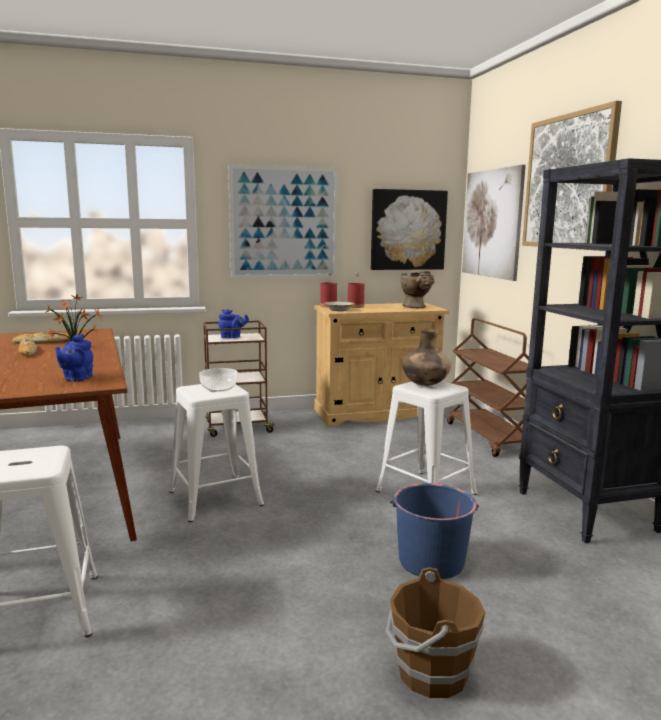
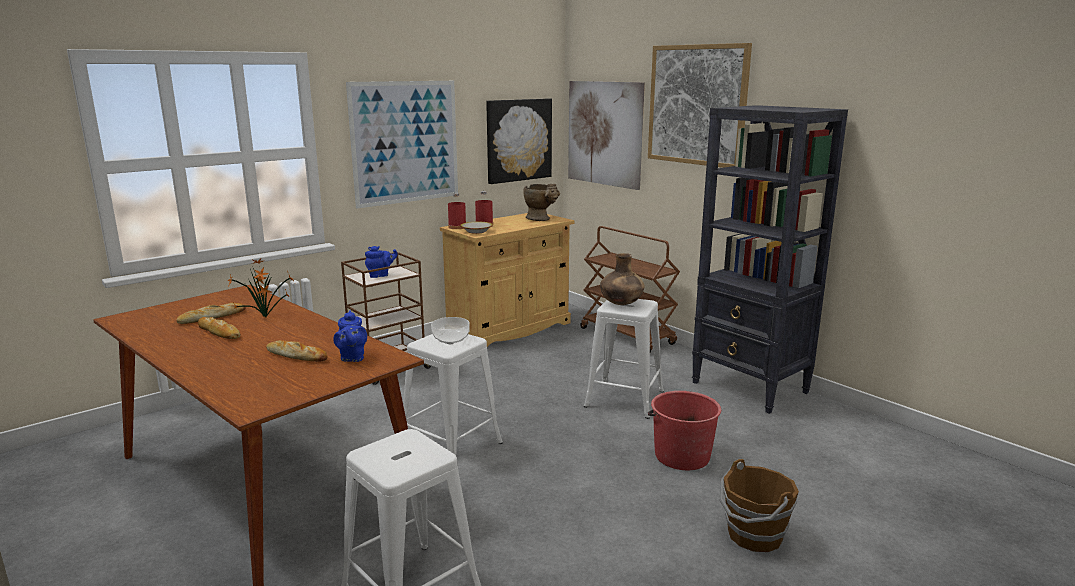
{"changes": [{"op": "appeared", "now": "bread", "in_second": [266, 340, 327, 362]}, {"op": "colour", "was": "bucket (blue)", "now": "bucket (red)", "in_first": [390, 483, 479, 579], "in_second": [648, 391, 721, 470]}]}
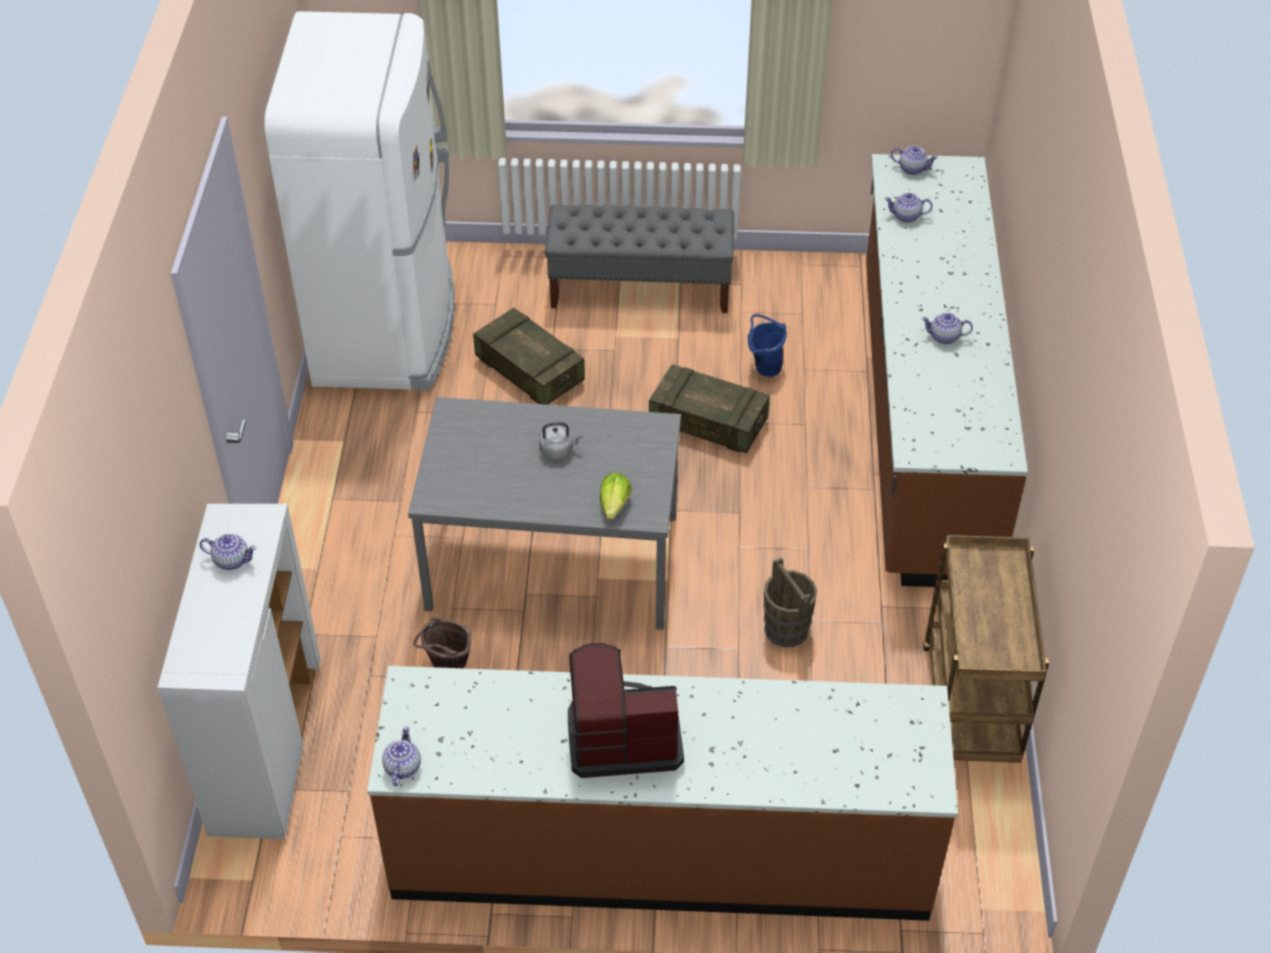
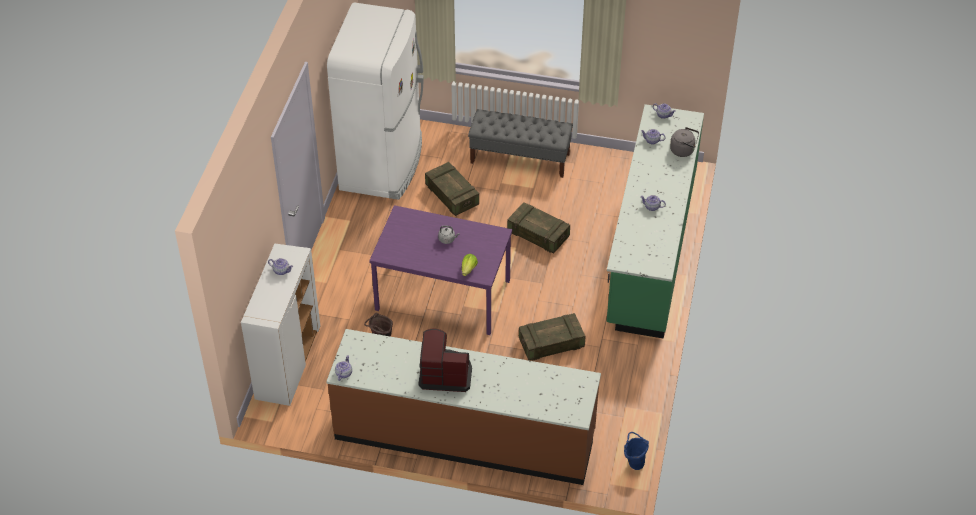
{"changes": [{"op": "colour", "was": "dining table (grey)", "now": "dining table (purple)", "in_first": [408, 397, 681, 630], "in_second": [369, 205, 512, 335]}, {"op": "exchanged", "was": "bucket (brown)", "now": "crate", "in_first": [763, 557, 817, 647], "in_second": [519, 313, 585, 361]}, {"op": "colour", "was": "counter (brown)", "now": "counter (green)", "in_first": [866, 154, 1028, 587], "in_second": [607, 104, 704, 339]}, {"op": "relocated", "was": "bucket (blue)", "in_first": [748, 314, 787, 377], "in_second": [624, 432, 649, 470]}, {"op": "appeared", "now": "kettle (grey)", "in_second": [670, 127, 699, 157]}, {"op": "missing", "was": "cart (brown)", "in_first": [923, 535, 1049, 763]}]}
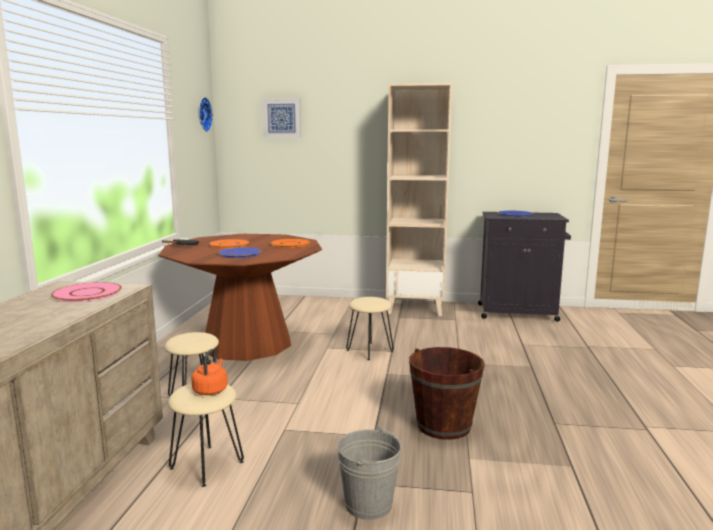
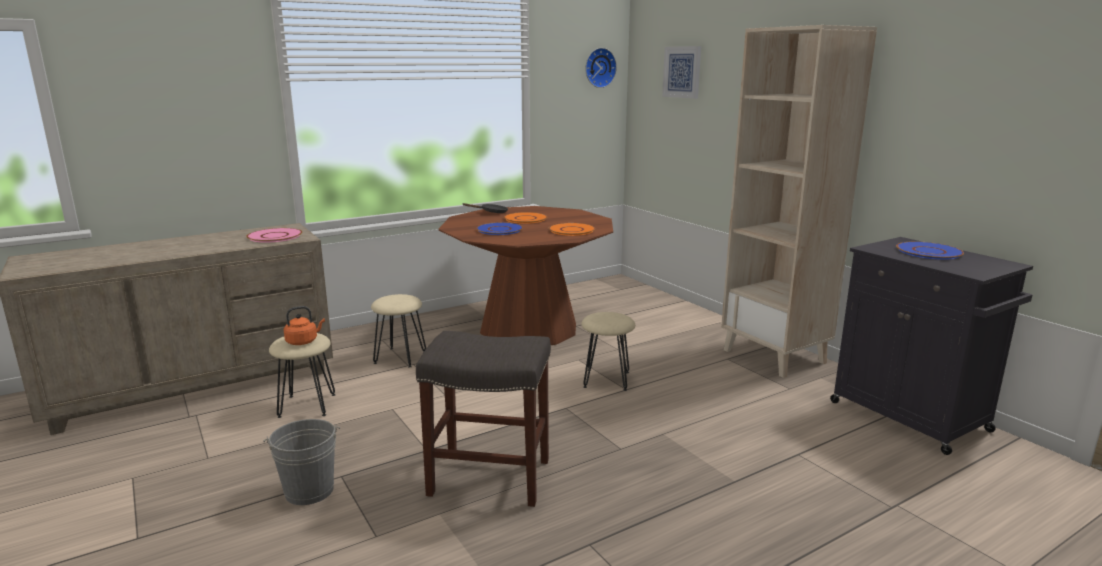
{"changes": [{"op": "exchanged", "was": "bucket (brown)", "now": "stool (grey)", "in_first": [409, 347, 485, 440], "in_second": [416, 331, 551, 507]}]}
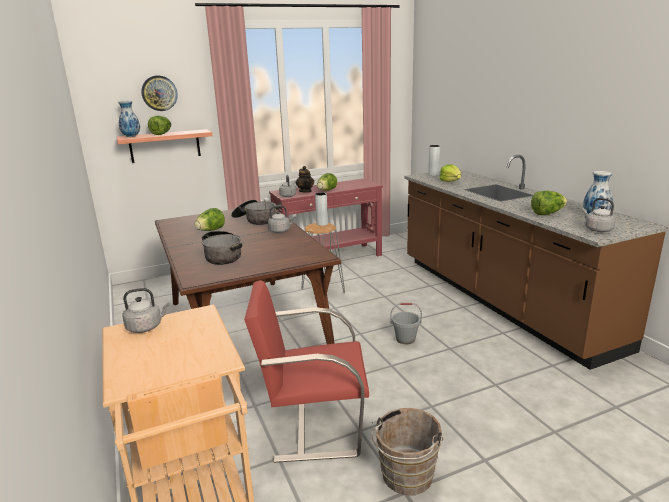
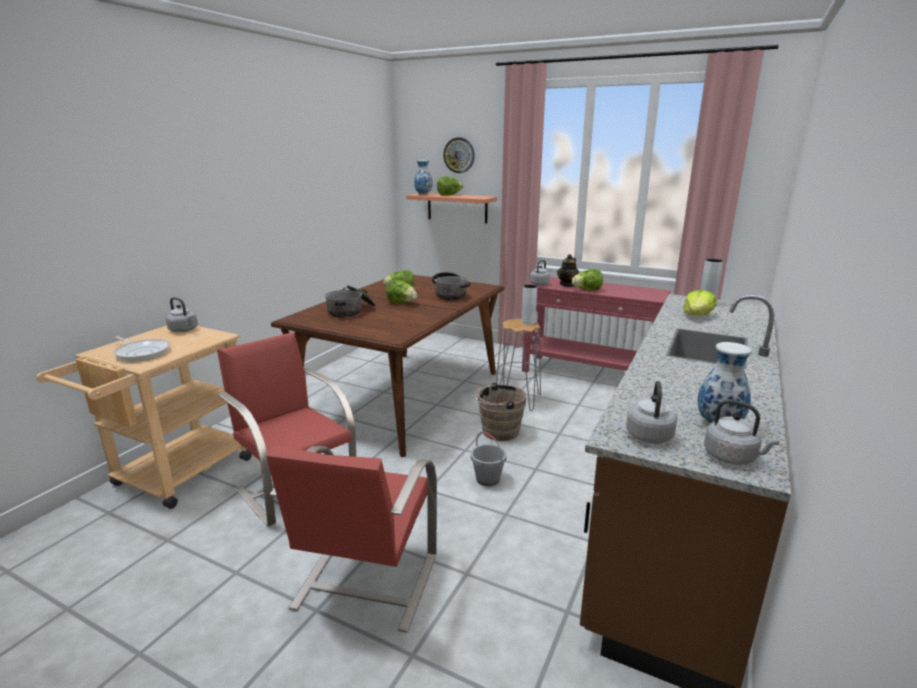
{"changes": [{"op": "appeared", "now": "frying pan", "in_second": [113, 336, 171, 361]}, {"op": "appeared", "now": "chair (red)", "in_second": [266, 445, 437, 633]}, {"op": "relocated", "was": "lettuce", "in_first": [531, 191, 567, 215], "in_second": [386, 279, 417, 303]}, {"op": "relocated", "was": "bucket (brown)", "in_first": [371, 408, 443, 495], "in_second": [471, 383, 527, 441]}, {"op": "relocated", "was": "kettle (grey)", "in_first": [268, 205, 296, 233], "in_second": [704, 400, 780, 465]}]}
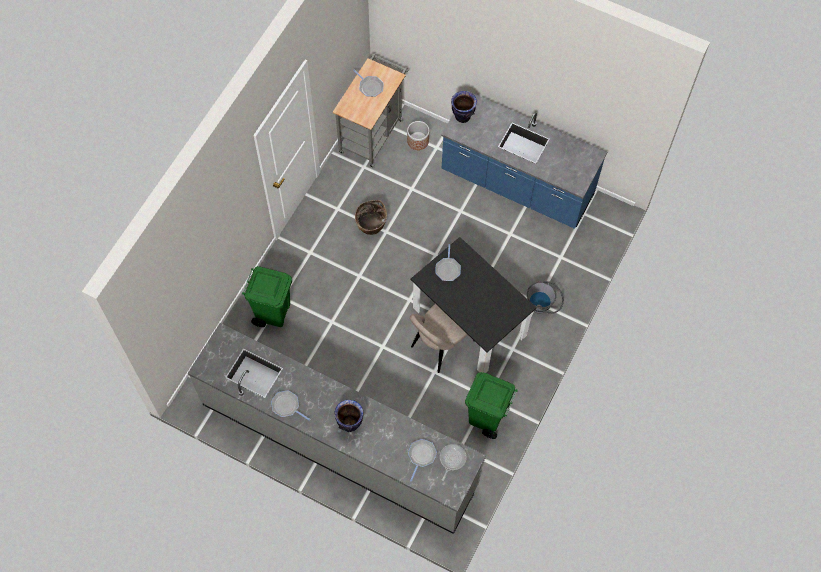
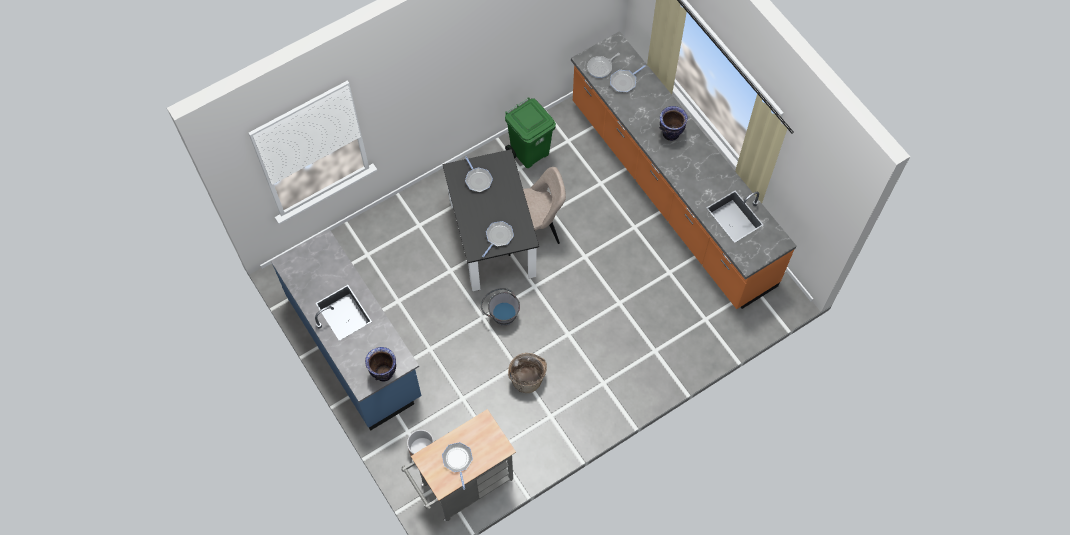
{"changes": [{"op": "relocated", "was": "frying pan", "in_first": [271, 390, 311, 421], "in_second": [465, 156, 493, 192]}, {"op": "relocated", "was": "bucket (grey)", "in_first": [527, 281, 564, 314], "in_second": [481, 288, 520, 326]}, {"op": "colour", "was": "counter (grey)", "now": "counter (orange)", "in_first": [188, 323, 486, 534], "in_second": [571, 31, 797, 309]}, {"op": "missing", "was": "trash can (green)", "in_first": [242, 266, 292, 327]}]}
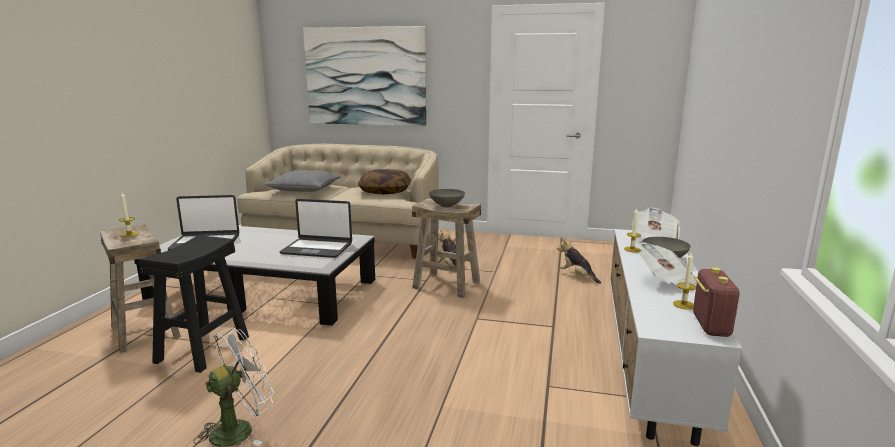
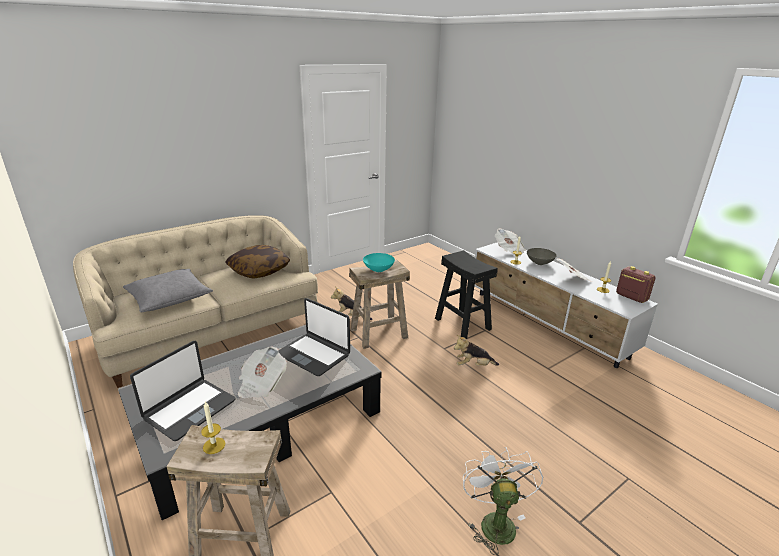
{"changes": [{"op": "appeared", "now": "newspaper", "in_second": [238, 347, 287, 398]}, {"op": "spun", "was": "laptop", "in_first": [280, 199, 352, 258], "in_second": [278, 298, 350, 376], "clockwise": 75}, {"op": "colour", "was": "bowl (grey)", "now": "bowl (turquoise)", "in_first": [429, 189, 465, 207], "in_second": [363, 253, 395, 272]}, {"op": "relocated", "was": "stool (black)", "in_first": [139, 235, 249, 373], "in_second": [435, 250, 498, 339]}, {"op": "relocated", "was": "plush toy", "in_first": [557, 237, 601, 284], "in_second": [454, 335, 499, 366]}, {"op": "missing", "was": "picture", "in_first": [303, 26, 426, 126]}]}
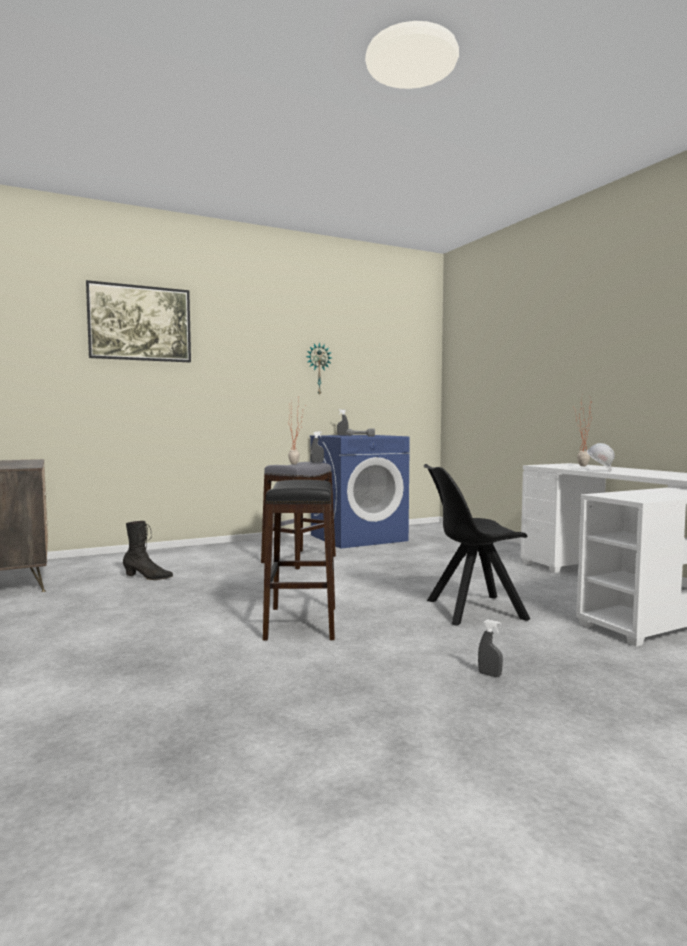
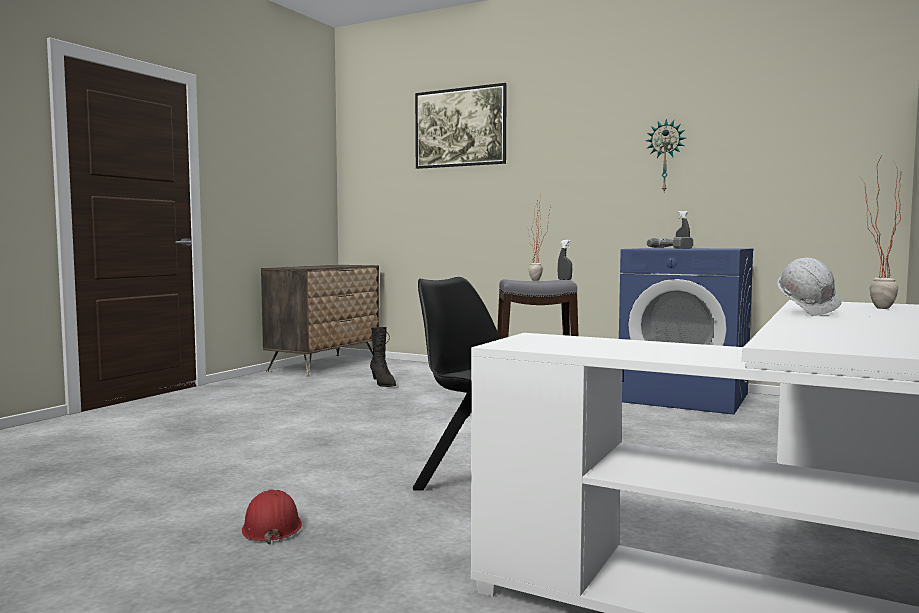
{"changes": [{"op": "exchanged", "was": "spray bottle (grey)", "now": "hard hat (red)", "in_first": [478, 619, 503, 677], "in_second": [242, 490, 302, 545]}, {"op": "missing", "was": "stool (black)", "in_first": [263, 480, 335, 640]}]}
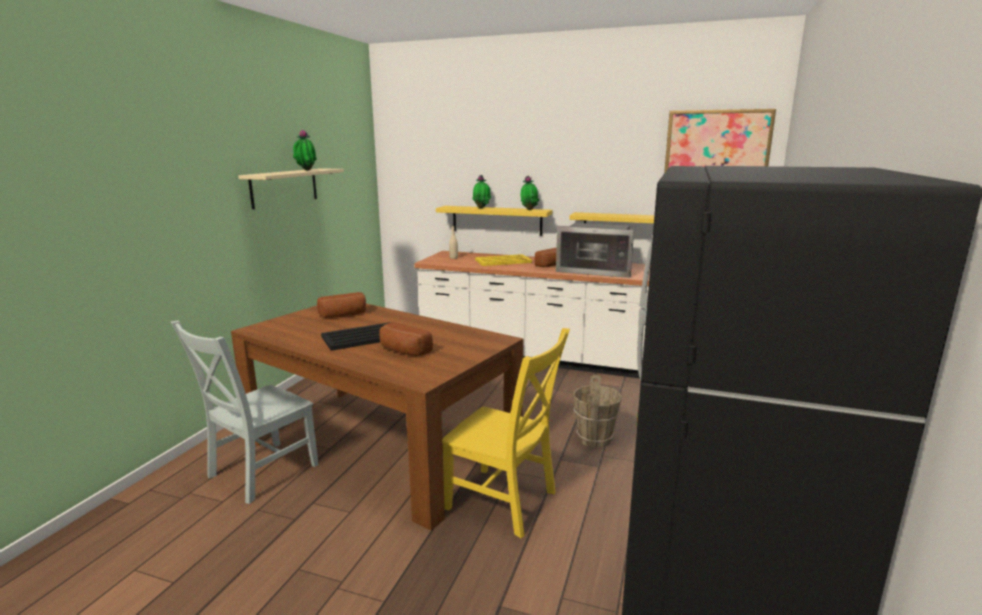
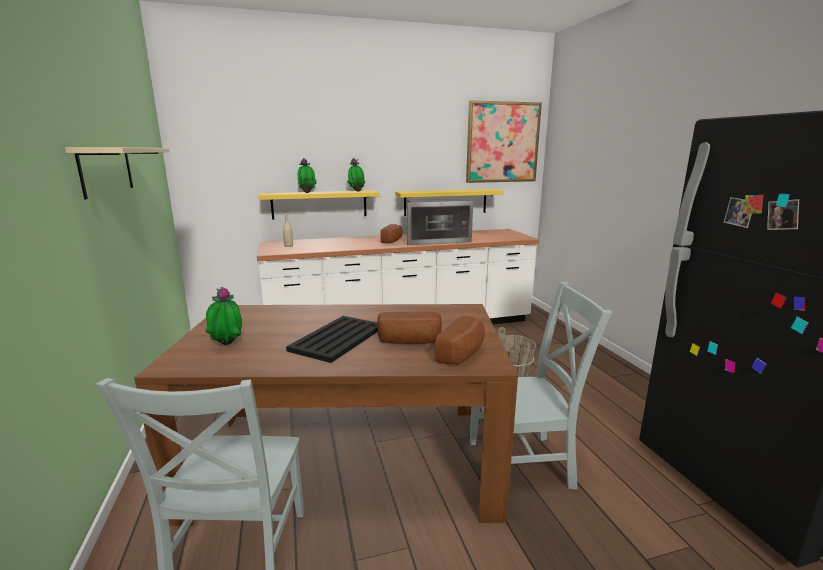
{"changes": [{"op": "relocated", "was": "potted plant", "in_first": [293, 130, 317, 171], "in_second": [205, 287, 242, 345]}, {"op": "relocated", "was": "bread", "in_first": [317, 292, 366, 318], "in_second": [435, 316, 485, 365]}, {"op": "colour", "was": "chair (yellow)", "now": "chair (grey)", "in_first": [442, 328, 570, 538], "in_second": [470, 282, 612, 489]}, {"op": "missing", "was": "tray (yellow)", "in_first": [475, 254, 532, 266]}]}
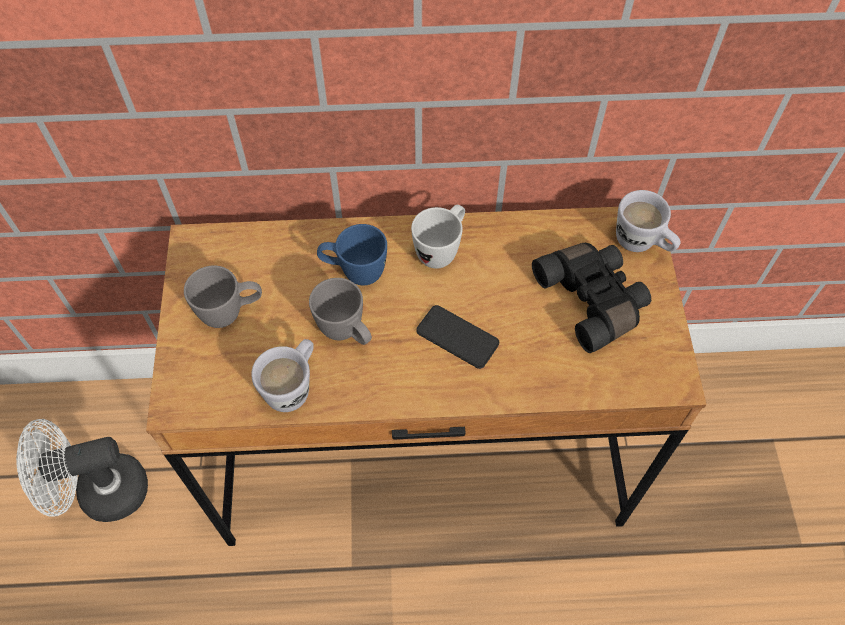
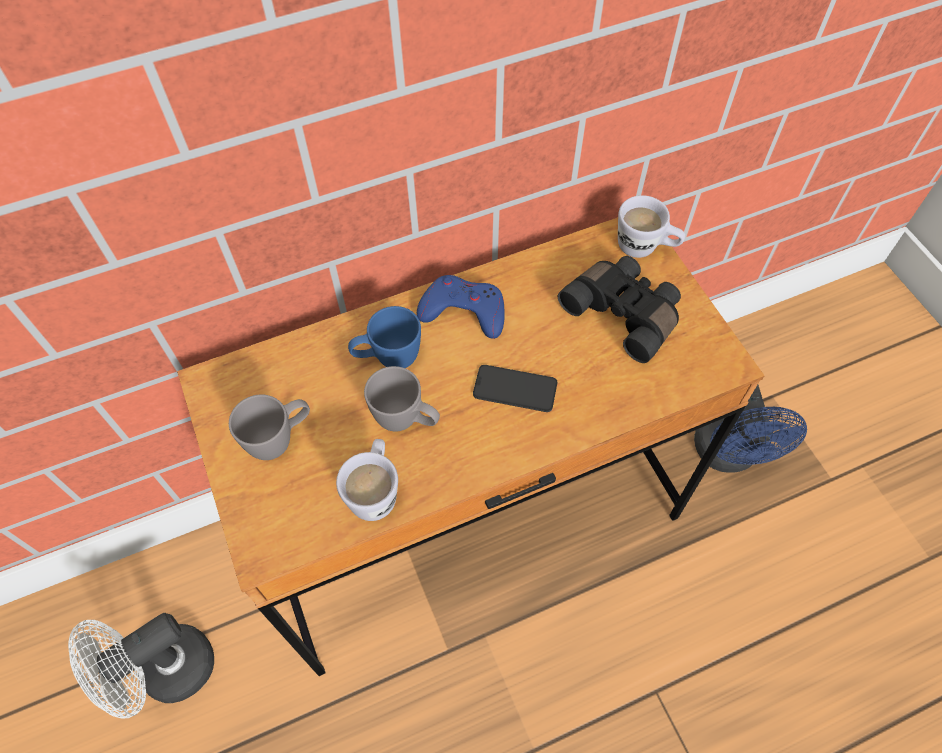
{"changes": [{"op": "exchanged", "was": "mug (white)", "now": "game controller (blue)", "in_first": [411, 205, 465, 269], "in_second": [417, 275, 505, 339]}, {"op": "appeared", "now": "fan (blue)", "in_second": [694, 385, 807, 473]}]}
